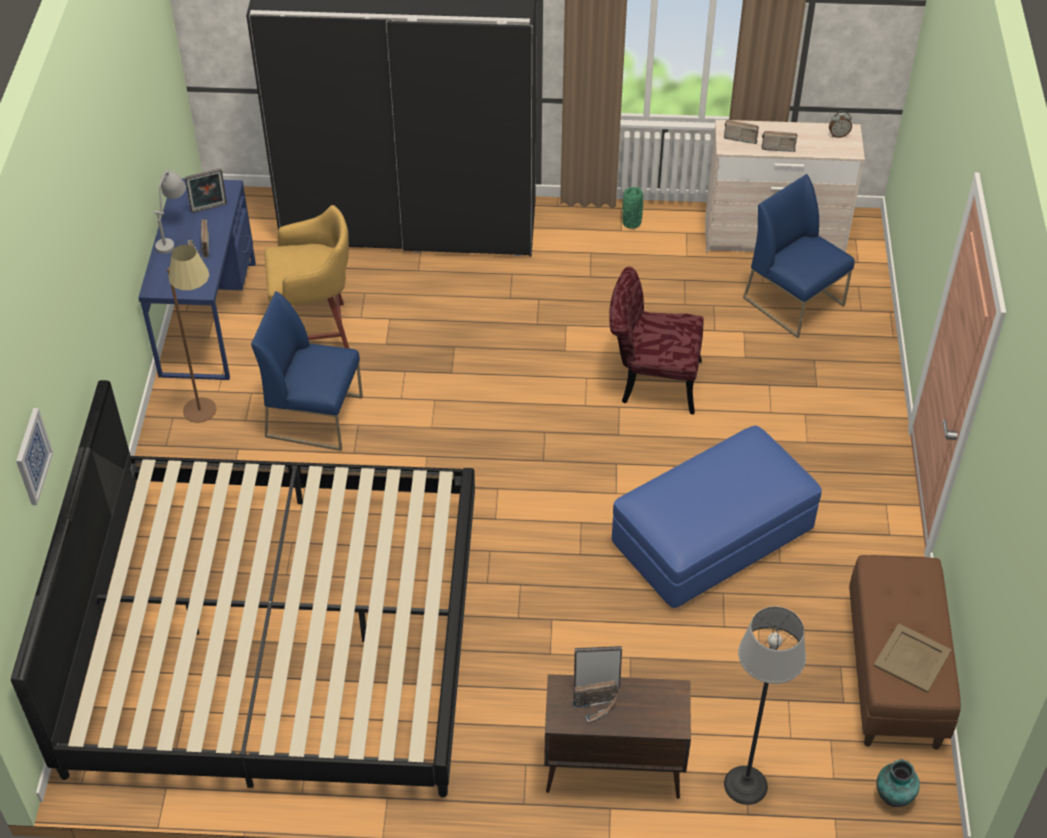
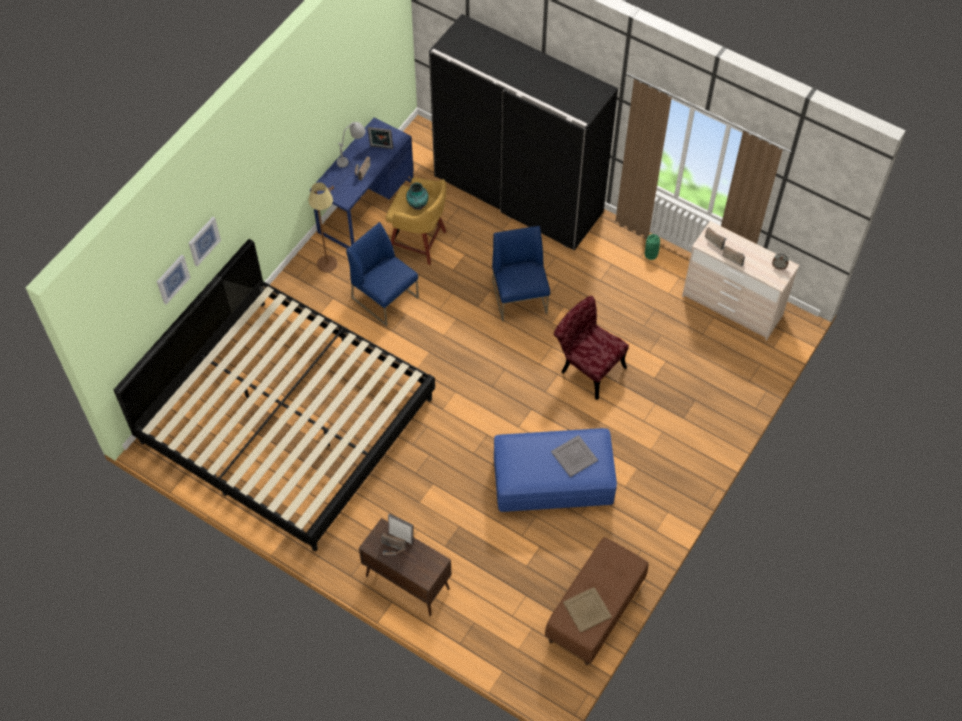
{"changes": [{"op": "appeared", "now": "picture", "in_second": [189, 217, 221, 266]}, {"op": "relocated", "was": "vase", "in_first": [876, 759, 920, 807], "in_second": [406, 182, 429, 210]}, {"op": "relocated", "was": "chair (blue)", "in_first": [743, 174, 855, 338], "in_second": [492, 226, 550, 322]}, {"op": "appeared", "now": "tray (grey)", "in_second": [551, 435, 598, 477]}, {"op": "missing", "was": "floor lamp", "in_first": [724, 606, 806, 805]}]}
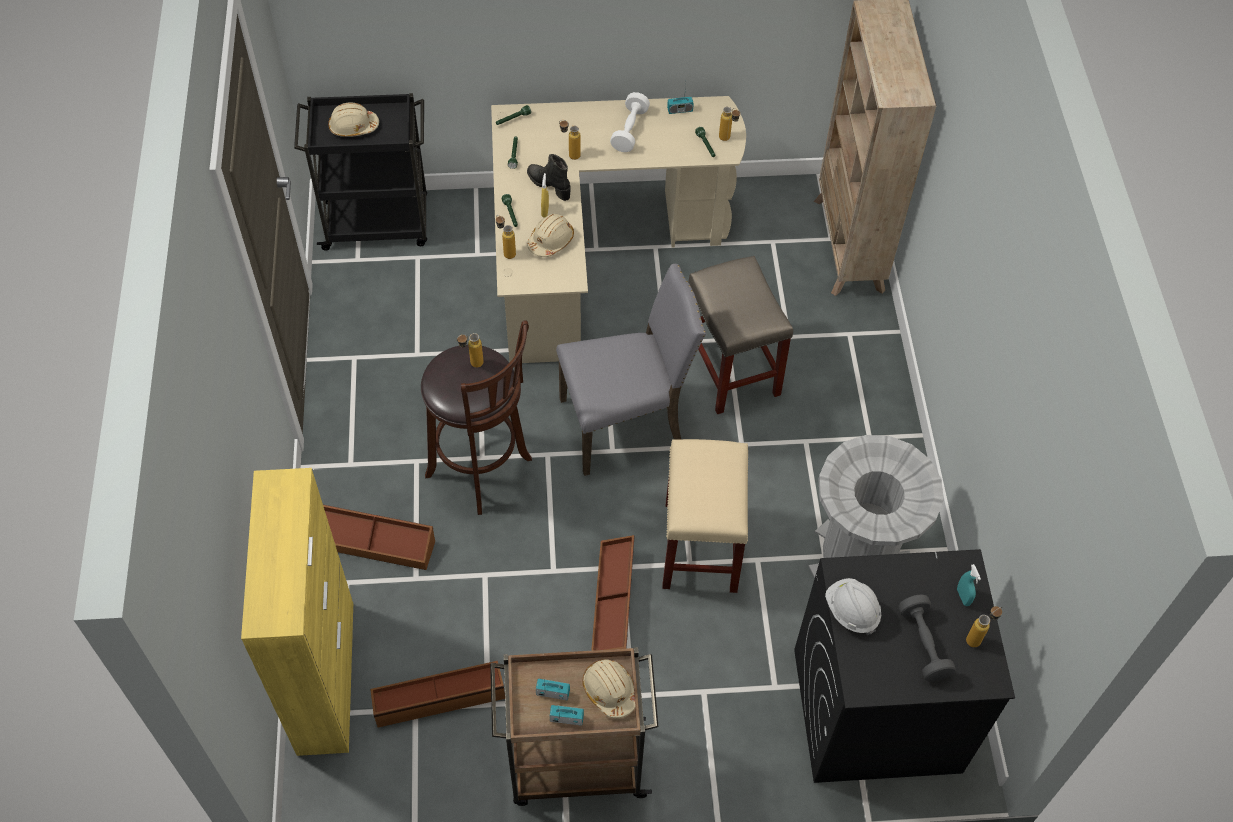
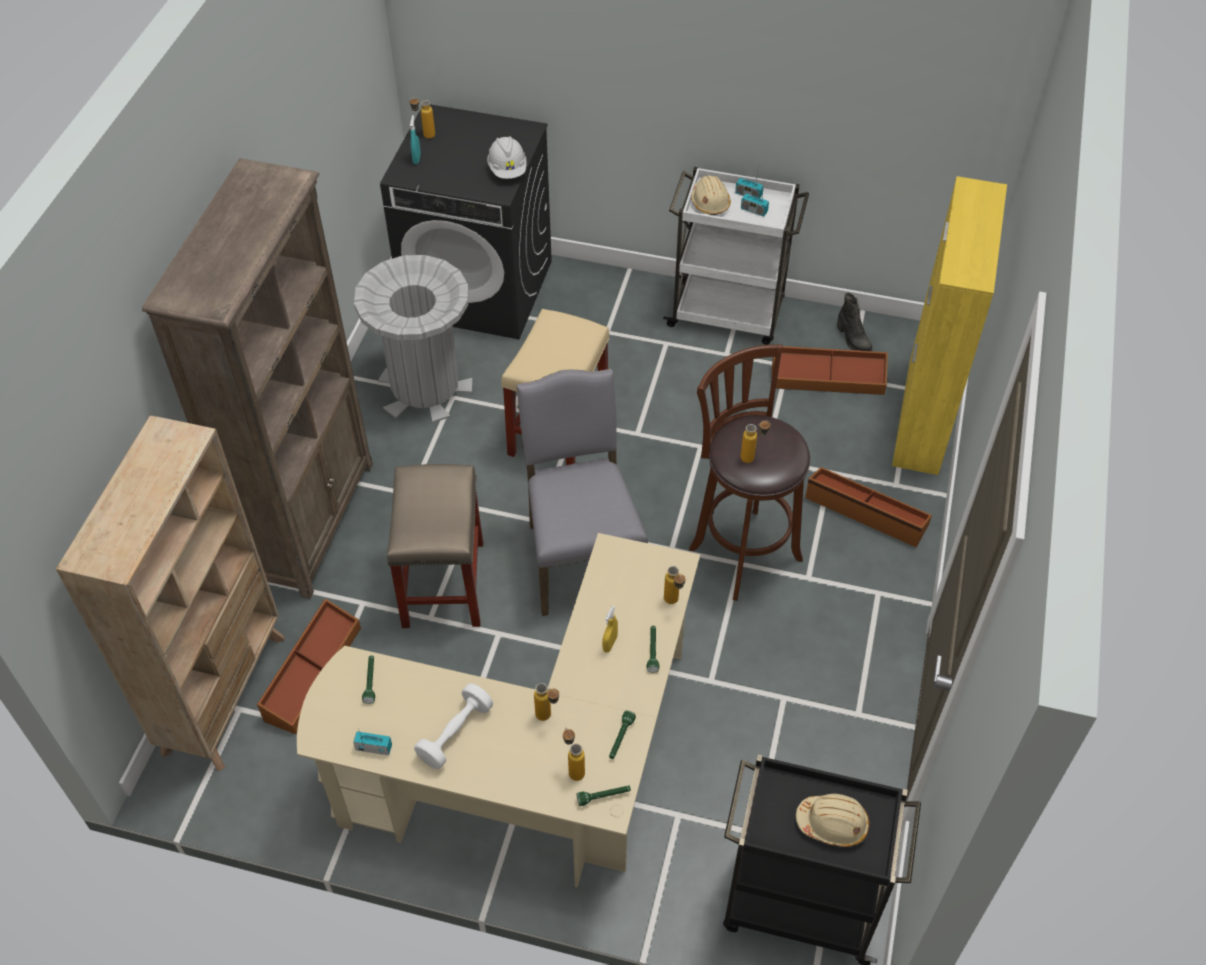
{"changes": [{"op": "appeared", "now": "bookcase (brown)", "in_second": [142, 158, 373, 599]}, {"op": "relocated", "was": "storage box (brown)", "in_first": [591, 535, 635, 651], "in_second": [257, 599, 361, 734]}, {"op": "spun", "was": "chair (grey)", "in_first": [556, 264, 706, 476], "in_second": [516, 369, 648, 616], "clockwise": 75}, {"op": "relocated", "was": "bottle", "in_first": [719, 107, 740, 141], "in_second": [563, 728, 585, 781]}, {"op": "colour", "was": "cart (brown)", "now": "cart (white)", "in_first": [490, 647, 658, 806], "in_second": [663, 167, 809, 345]}, {"op": "relocated", "was": "boot (black)", "in_first": [527, 154, 570, 201], "in_second": [837, 293, 873, 351]}, {"op": "missing", "was": "hard hat (beige)", "in_first": [527, 214, 574, 257]}, {"op": "missing", "was": "dumbbell (grey)", "in_first": [899, 594, 956, 682]}]}
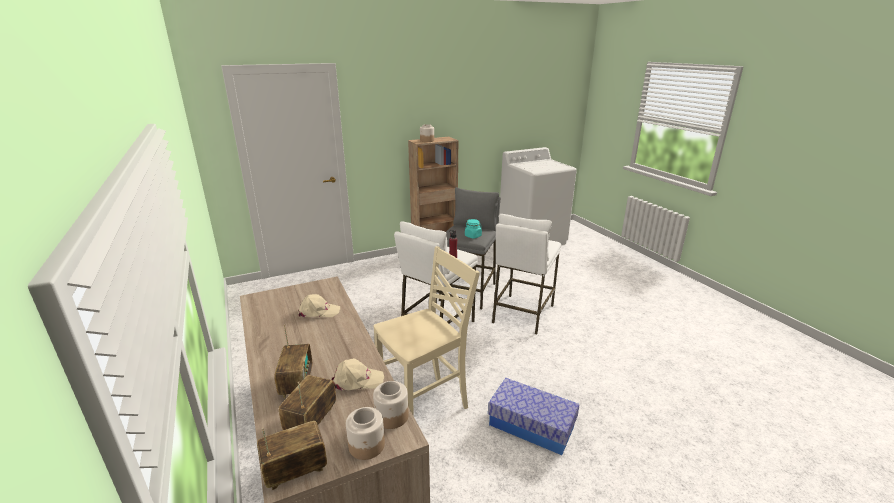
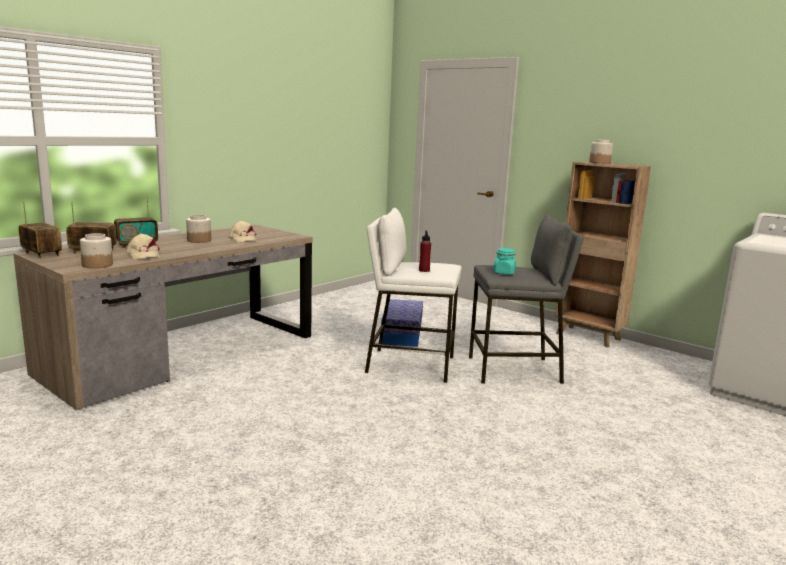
{"changes": [{"op": "relocated", "was": "jar", "in_first": [346, 407, 385, 460], "in_second": [186, 215, 211, 243]}, {"op": "relocated", "was": "storage box", "in_first": [488, 378, 579, 455], "in_second": [381, 299, 423, 347]}, {"op": "missing", "was": "chair (beige)", "in_first": [374, 246, 480, 416]}, {"op": "missing", "was": "stool (white)", "in_first": [492, 214, 561, 335]}]}
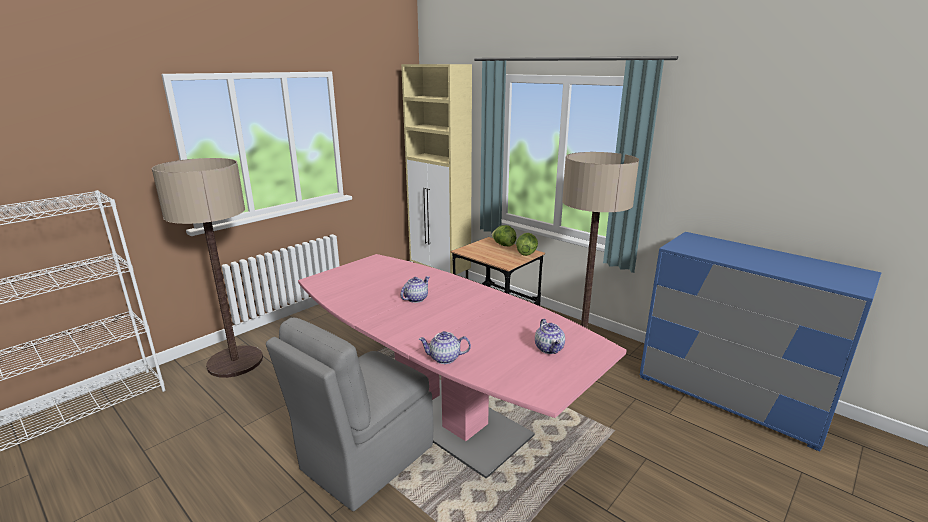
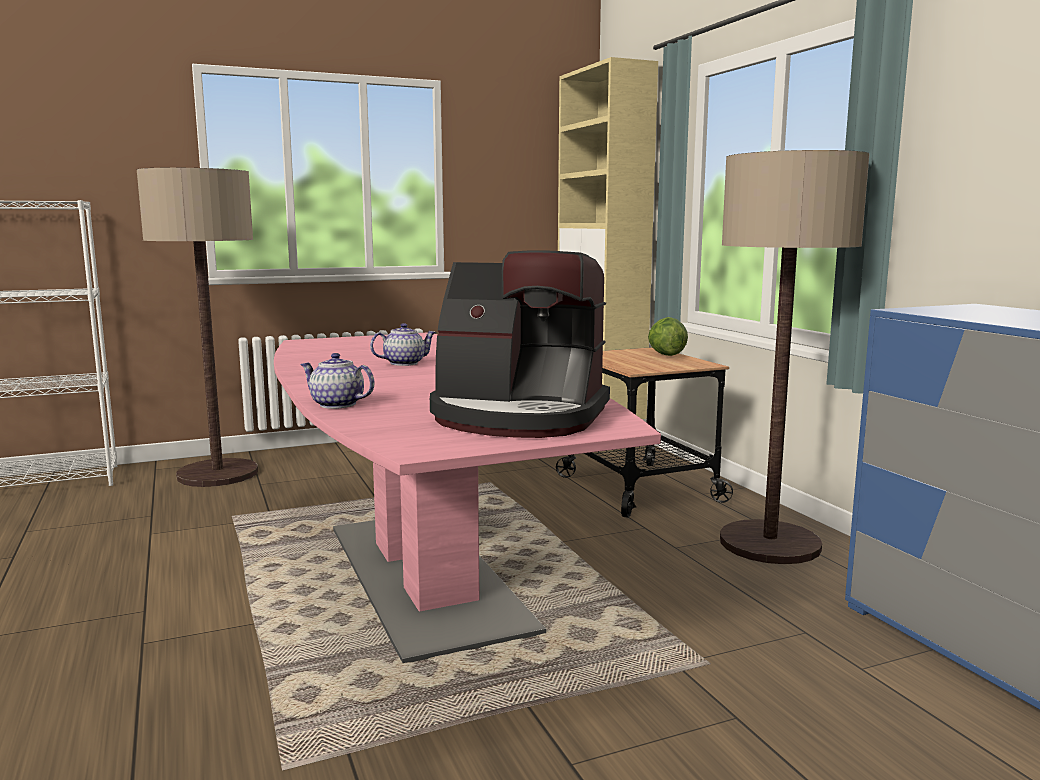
{"changes": [{"op": "exchanged", "was": "teapot", "now": "coffee machine", "in_first": [535, 319, 565, 354], "in_second": [430, 250, 610, 438]}, {"op": "missing", "was": "chair (grey)", "in_first": [266, 318, 433, 511]}, {"op": "missing", "was": "lettuce", "in_first": [516, 233, 538, 256]}]}
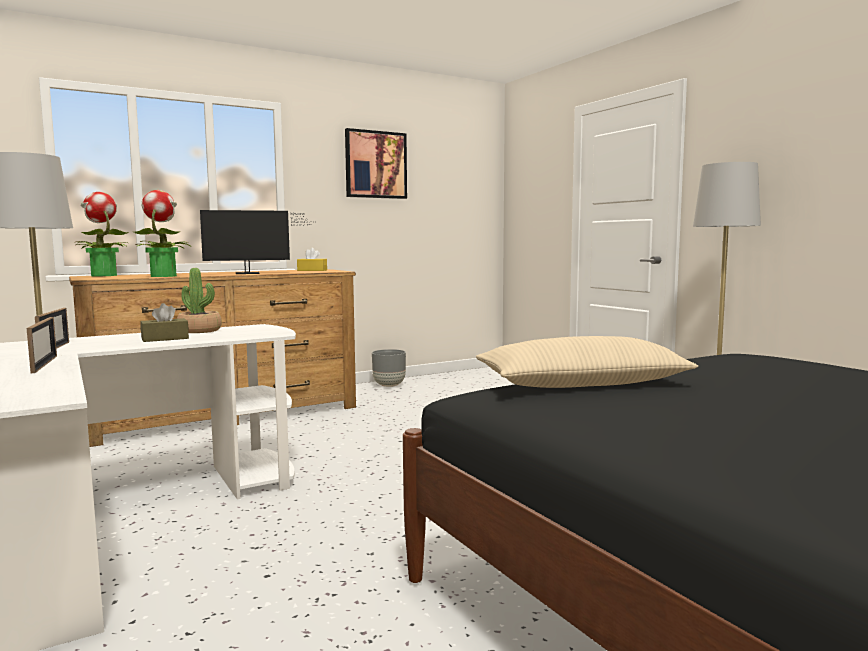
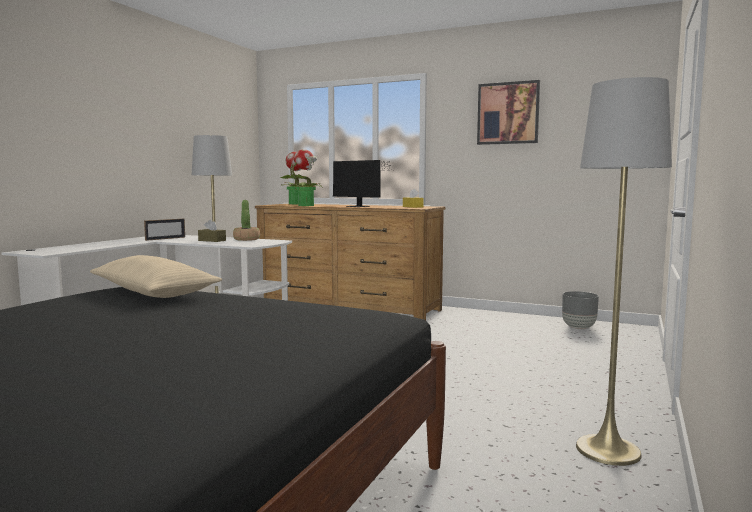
{"changes": [{"op": "relocated", "was": "planter (grey)", "in_first": [372, 349, 406, 387], "in_second": [562, 291, 599, 329]}, {"op": "missing", "was": "picture frame", "in_first": [27, 317, 57, 373]}]}
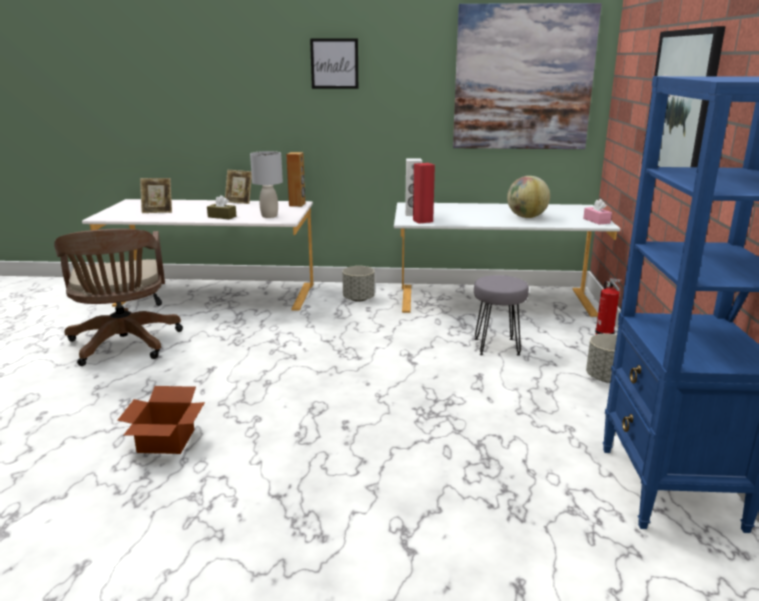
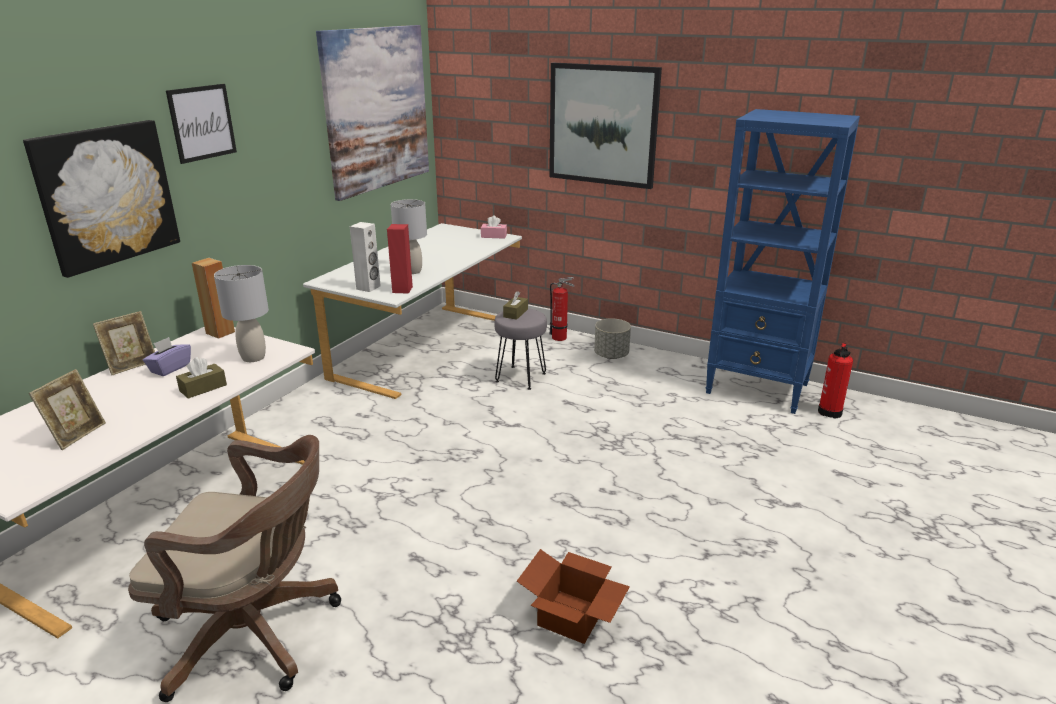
{"changes": [{"op": "appeared", "now": "picture", "in_second": [23, 120, 180, 278]}, {"op": "appeared", "now": "tissue box (purple)", "in_second": [143, 337, 191, 376]}, {"op": "appeared", "now": "table lamp (grey)", "in_second": [391, 199, 427, 274]}, {"op": "appeared", "now": "tissue box (brown)", "in_second": [503, 291, 528, 320]}, {"op": "appeared", "now": "fire extinguisher", "in_second": [818, 343, 853, 419]}, {"op": "missing", "was": "planter (grey)", "in_first": [342, 266, 375, 302]}, {"op": "missing", "was": "globe", "in_first": [507, 176, 550, 218]}]}
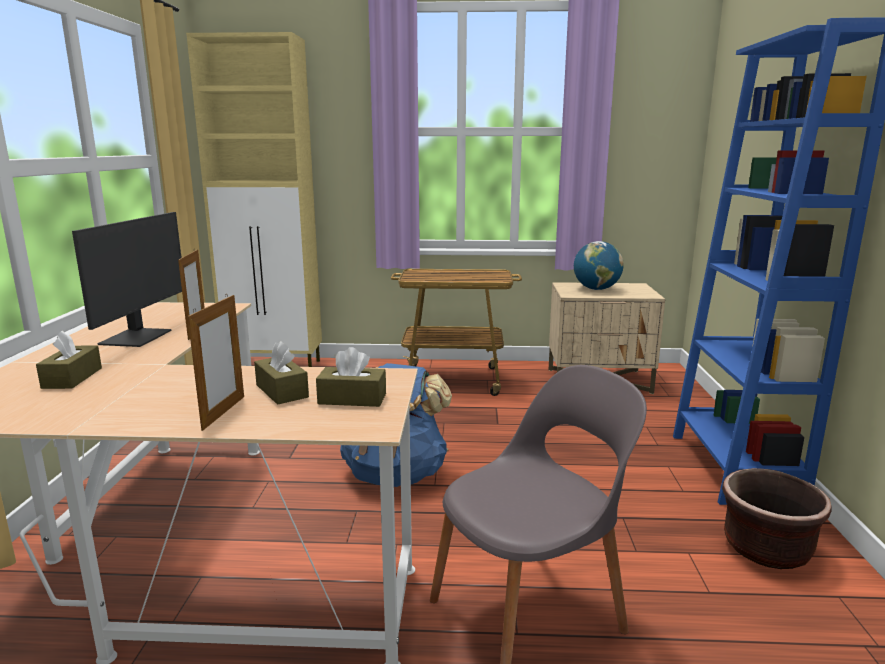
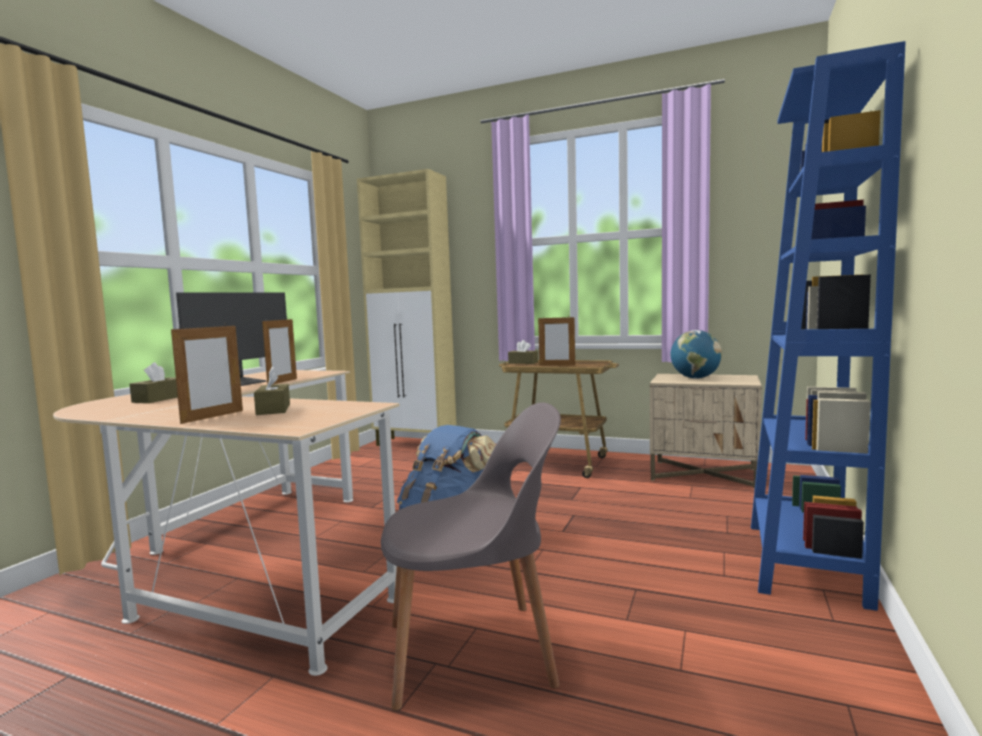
{"changes": [{"op": "relocated", "was": "tissue box (brown)", "in_first": [316, 347, 386, 407], "in_second": [508, 340, 538, 364]}, {"op": "appeared", "now": "picture frame", "in_second": [538, 316, 575, 366]}, {"op": "missing", "was": "planter (brown)", "in_first": [722, 468, 832, 569]}]}
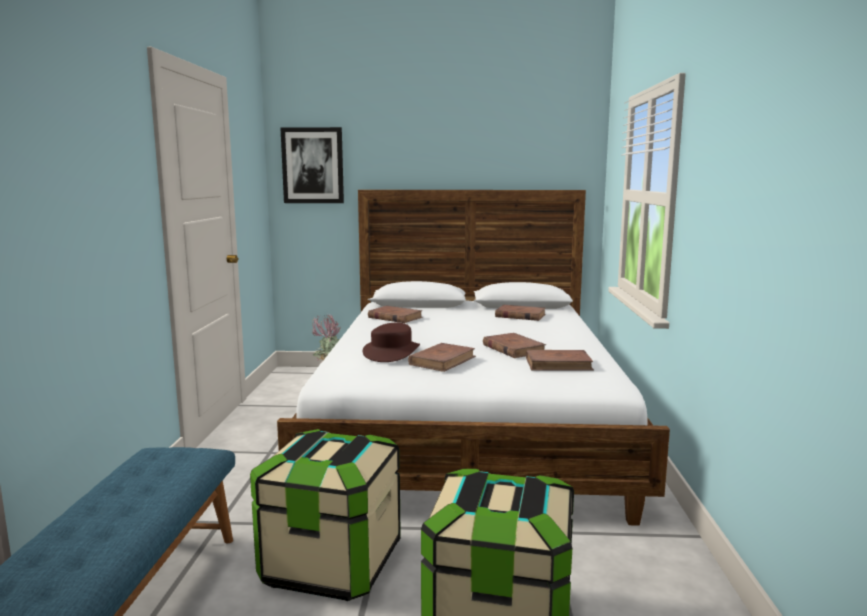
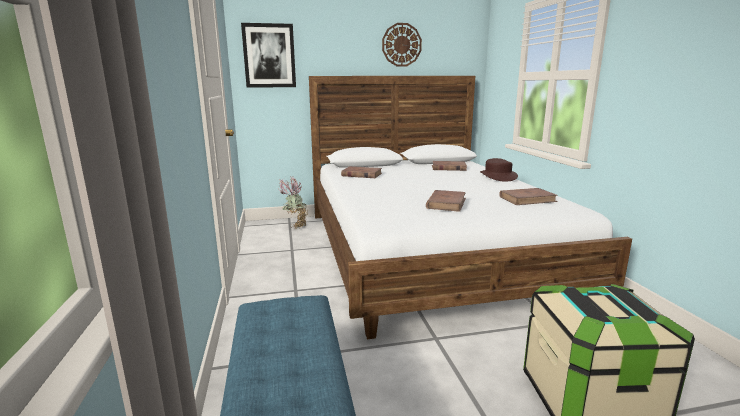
{"changes": [{"op": "appeared", "now": "wall clock", "in_second": [382, 23, 422, 66]}, {"op": "relocated", "was": "hat (brown)", "in_first": [363, 323, 420, 362], "in_second": [480, 158, 518, 181]}, {"op": "missing", "was": "storage box", "in_first": [250, 429, 401, 601]}, {"op": "missing", "was": "book (brown)", "in_first": [483, 333, 546, 358]}]}
